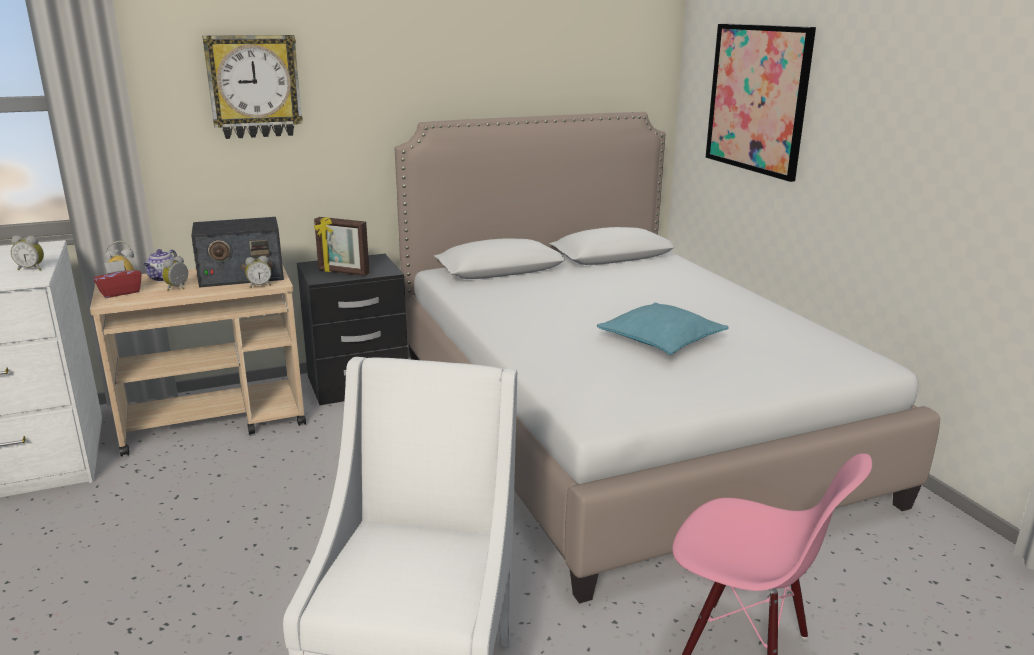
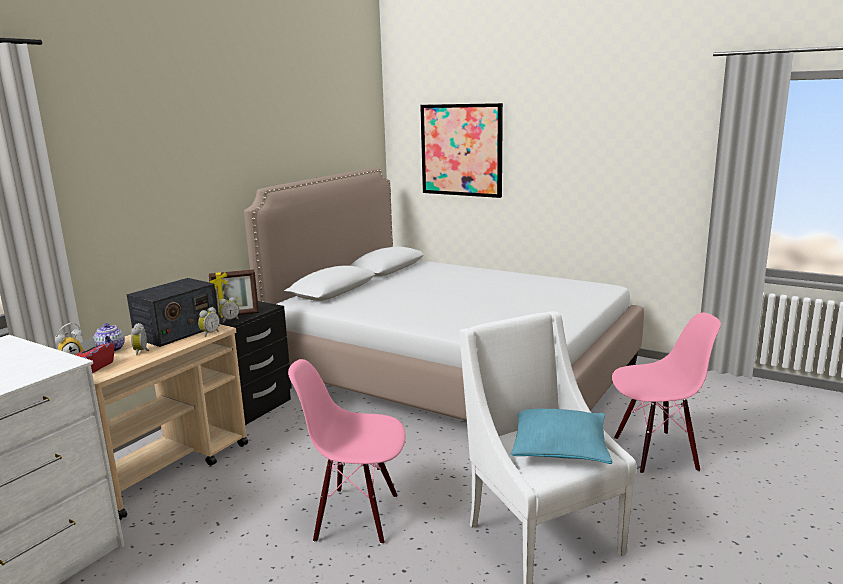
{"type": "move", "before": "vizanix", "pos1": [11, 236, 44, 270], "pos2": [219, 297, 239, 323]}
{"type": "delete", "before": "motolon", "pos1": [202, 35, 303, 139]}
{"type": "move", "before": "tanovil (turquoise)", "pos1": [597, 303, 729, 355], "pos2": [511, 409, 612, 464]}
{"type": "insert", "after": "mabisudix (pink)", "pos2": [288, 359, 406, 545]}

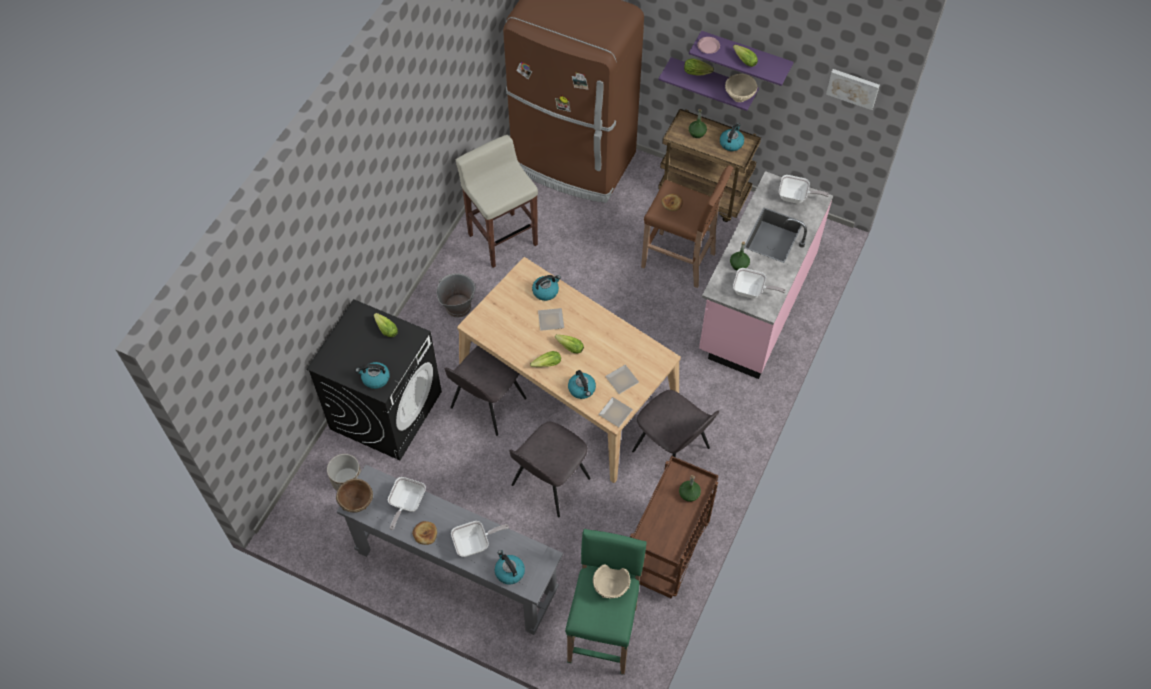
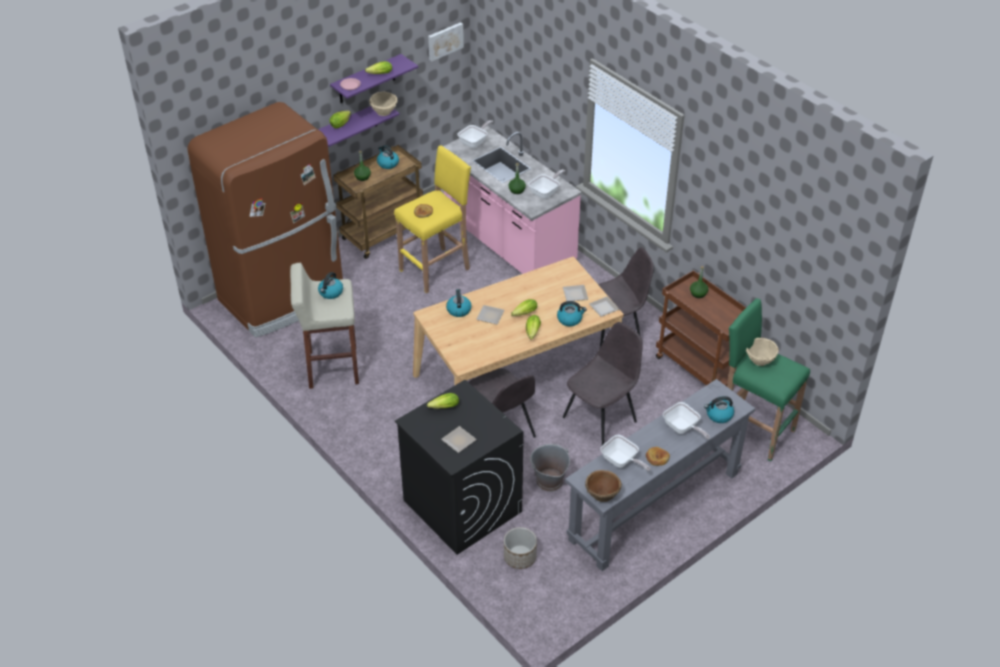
{"type": "move", "before": "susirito", "pos1": [356, 362, 390, 389], "pos2": [318, 272, 343, 299]}
{"type": "move", "before": "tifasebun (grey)", "pos1": [437, 273, 476, 318], "pos2": [530, 444, 570, 492]}
{"type": "rotate", "before": "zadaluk", "pos1": [451, 521, 509, 557], "pos2": [663, 402, 710, 439], "turn": 135}
{"type": "rotate", "before": "mabisudix (grey)", "pos1": [509, 421, 590, 517], "pos2": [563, 322, 643, 445], "turn": -105}
{"type": "recolor", "before": "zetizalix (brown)", "after": "zetizalix (yellow)", "pos1": [641, 165, 733, 288], "pos2": [394, 145, 471, 294]}
{"type": "insert", "after": "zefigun", "pos2": [441, 426, 477, 453]}

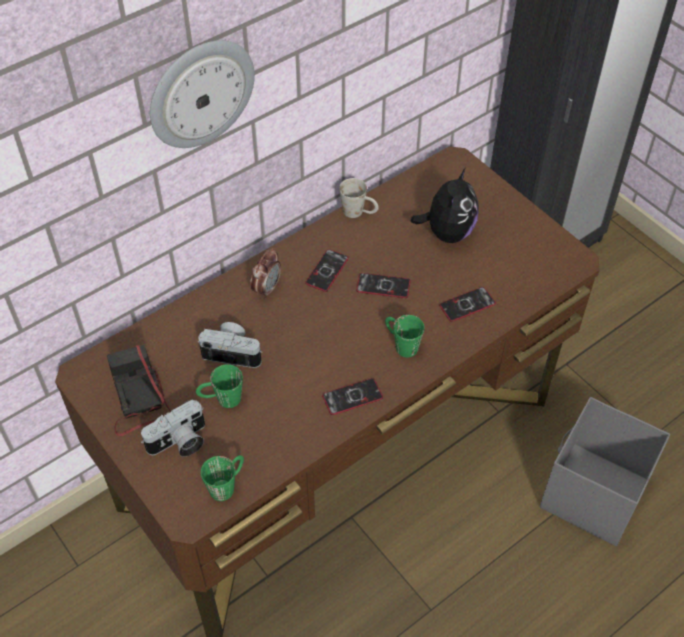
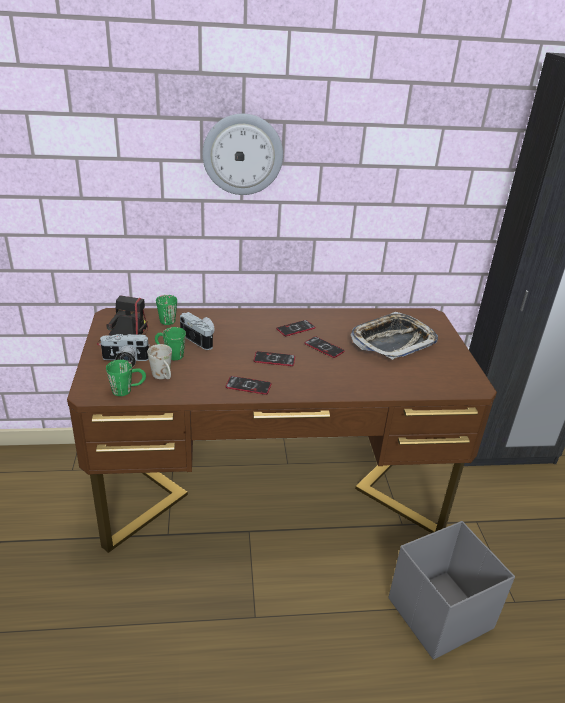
{"type": "delete", "before": "vizanix", "pos1": [250, 248, 281, 299]}
{"type": "move", "before": "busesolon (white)", "pos1": [339, 178, 379, 218], "pos2": [147, 344, 172, 379]}
{"type": "move", "before": "busesolon (green)", "pos1": [385, 315, 424, 357], "pos2": [156, 295, 177, 325]}
{"type": "replace", "before": "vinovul", "after": "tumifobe", "pos1": [411, 167, 479, 243], "pos2": [351, 312, 438, 360]}
{"type": "move", "before": "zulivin", "pos1": [439, 287, 496, 322], "pos2": [254, 351, 295, 366]}

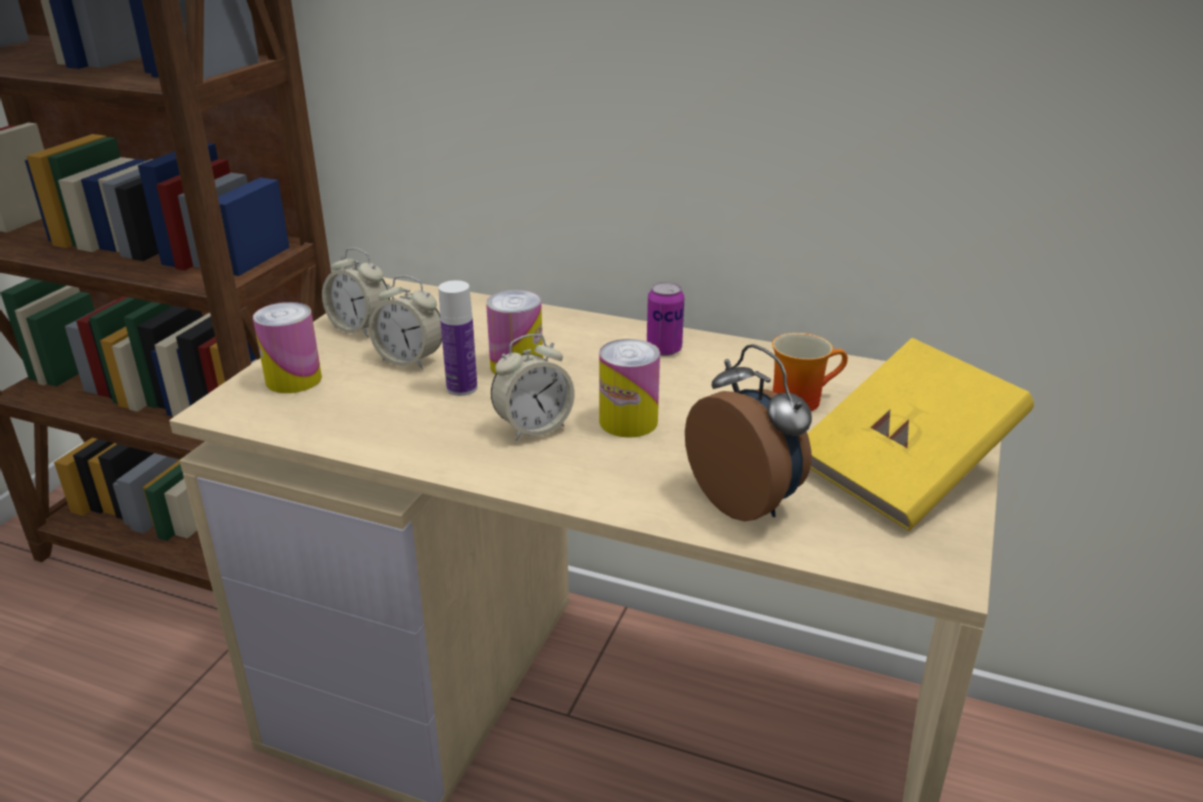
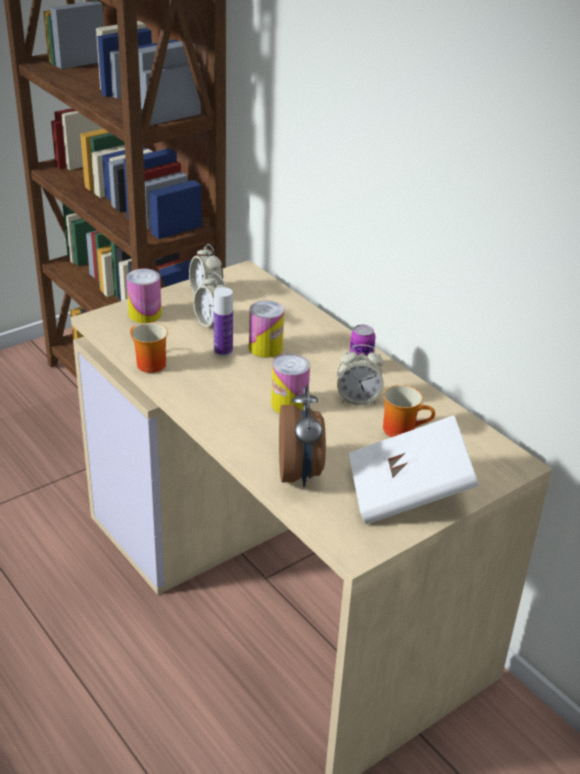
{"type": "move", "before": "vizanix", "pos1": [491, 334, 574, 441], "pos2": [337, 345, 384, 405]}
{"type": "recolor", "before": "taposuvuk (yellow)", "after": "taposuvuk (white)", "pos1": [807, 338, 1034, 531], "pos2": [348, 415, 479, 524]}
{"type": "insert", "after": "busesolon", "pos2": [130, 323, 168, 373]}

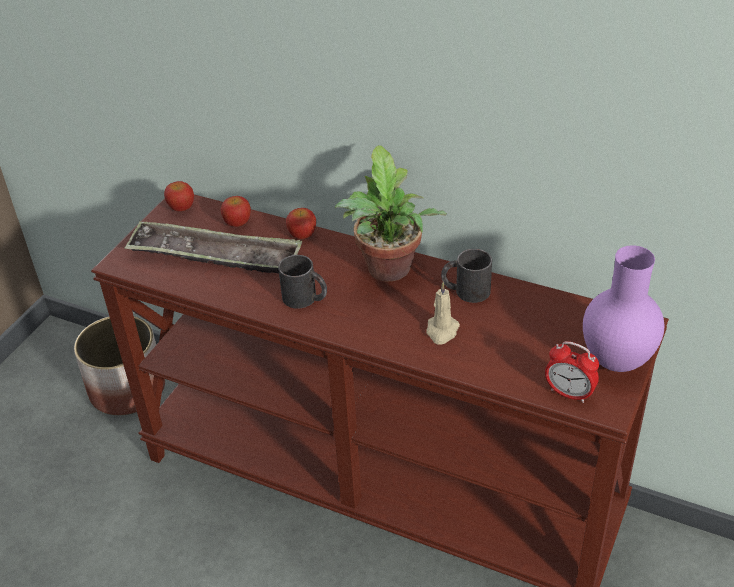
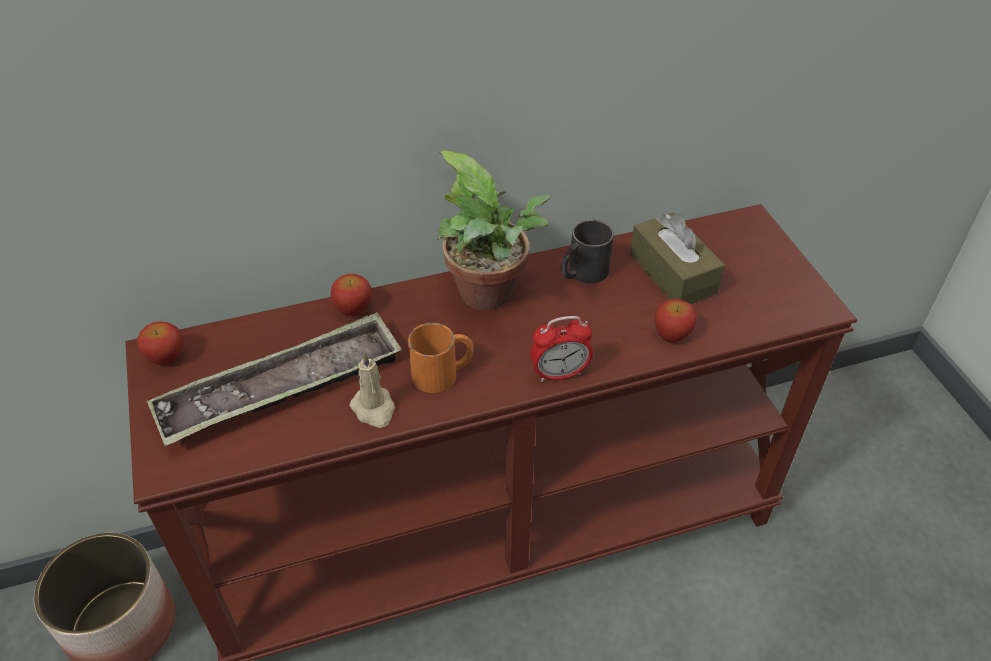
{"type": "move", "before": "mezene", "pos1": [221, 196, 251, 227], "pos2": [654, 299, 697, 342]}
{"type": "recolor", "before": "busesolon (black)", "after": "busesolon (orange)", "pos1": [278, 255, 327, 309], "pos2": [408, 323, 474, 393]}
{"type": "move", "before": "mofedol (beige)", "pos1": [426, 282, 460, 345], "pos2": [349, 352, 395, 428]}
{"type": "move", "before": "vizanix", "pos1": [545, 341, 599, 403], "pos2": [530, 316, 593, 382]}
{"type": "delete", "before": "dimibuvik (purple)", "pos1": [583, 245, 664, 372]}
{"type": "insert", "after": "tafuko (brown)", "pos2": [630, 212, 725, 304]}

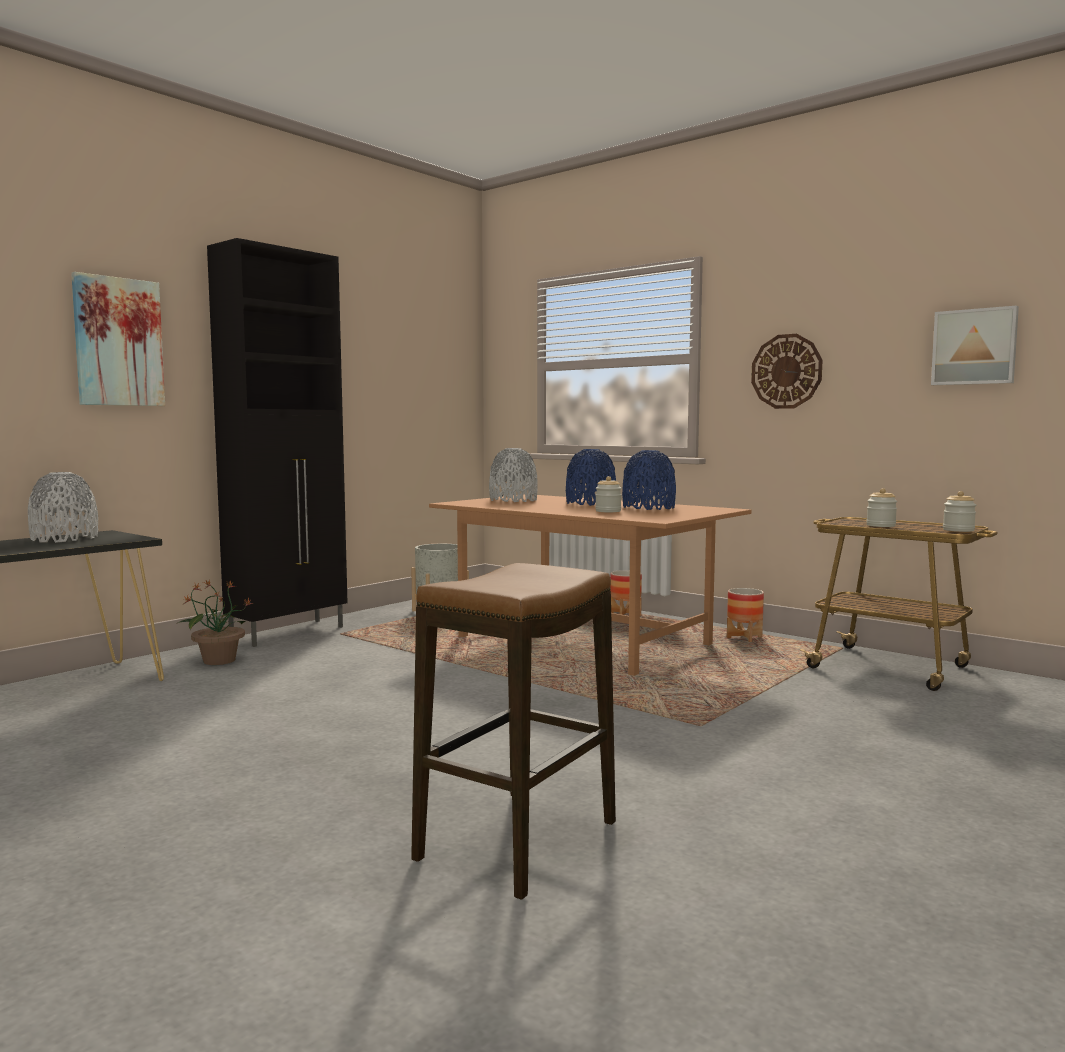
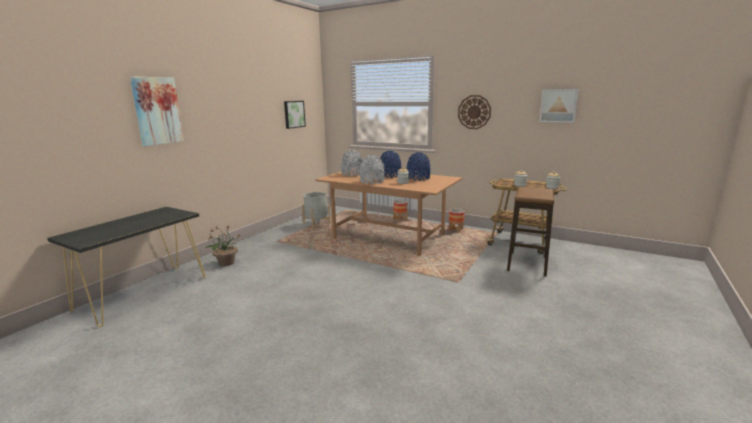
{"type": "move", "before": "dimibuvik (grey)", "pos1": [28, 472, 98, 543], "pos2": [360, 155, 385, 184]}
{"type": "delete", "before": "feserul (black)", "pos1": [207, 238, 348, 647]}
{"type": "move", "before": "zetizalix", "pos1": [411, 563, 616, 900], "pos2": [507, 187, 554, 277]}
{"type": "insert", "after": "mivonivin", "pos2": [284, 101, 306, 129]}

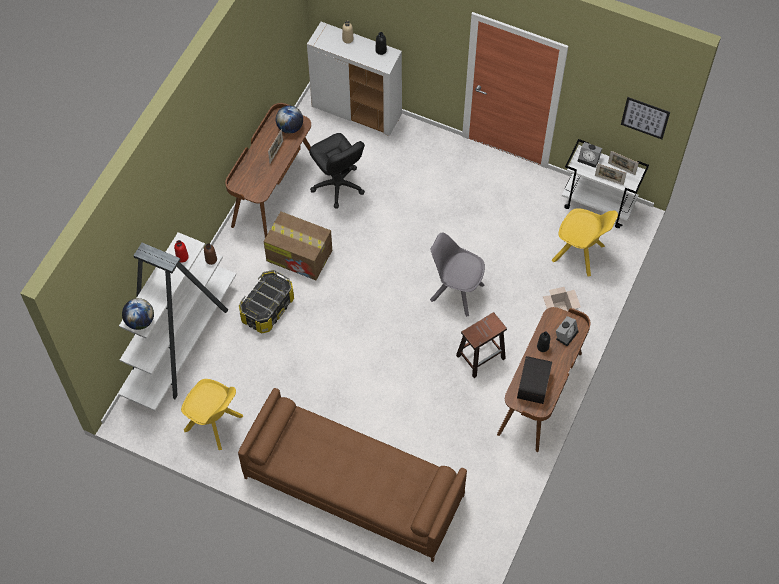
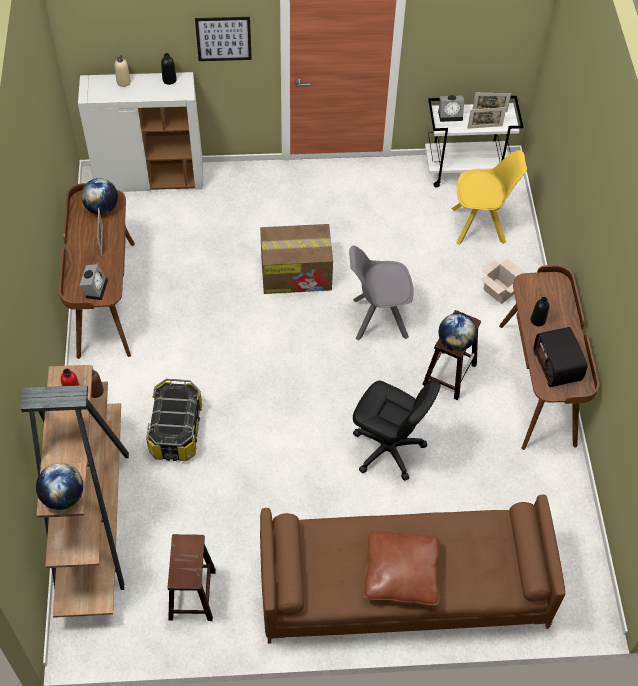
{"type": "recolor", "before": "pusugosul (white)", "after": "pusugosul (brown)", "pos1": [119, 232, 236, 411], "pos2": [21, 365, 129, 618]}
{"type": "replace", "before": "mabisudix (yellow)", "after": "zetizalix (brown)", "pos1": [181, 379, 243, 450], "pos2": [168, 534, 216, 621]}
{"type": "move", "before": "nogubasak", "pos1": [264, 212, 332, 280], "pos2": [260, 224, 333, 294]}
{"type": "move", "before": "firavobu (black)", "pos1": [309, 133, 365, 208], "pos2": [353, 379, 441, 481]}
{"type": "move", "before": "vizanix", "pos1": [556, 316, 578, 346], "pos2": [79, 264, 108, 300]}
{"type": "move", "before": "mivonivin", "pos1": [621, 97, 670, 139], "pos2": [195, 17, 252, 61]}
{"type": "insert", "after": "tanovil (brown)", "pos2": [363, 531, 441, 606]}
{"type": "insert", "after": "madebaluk", "pos2": [439, 313, 477, 351]}

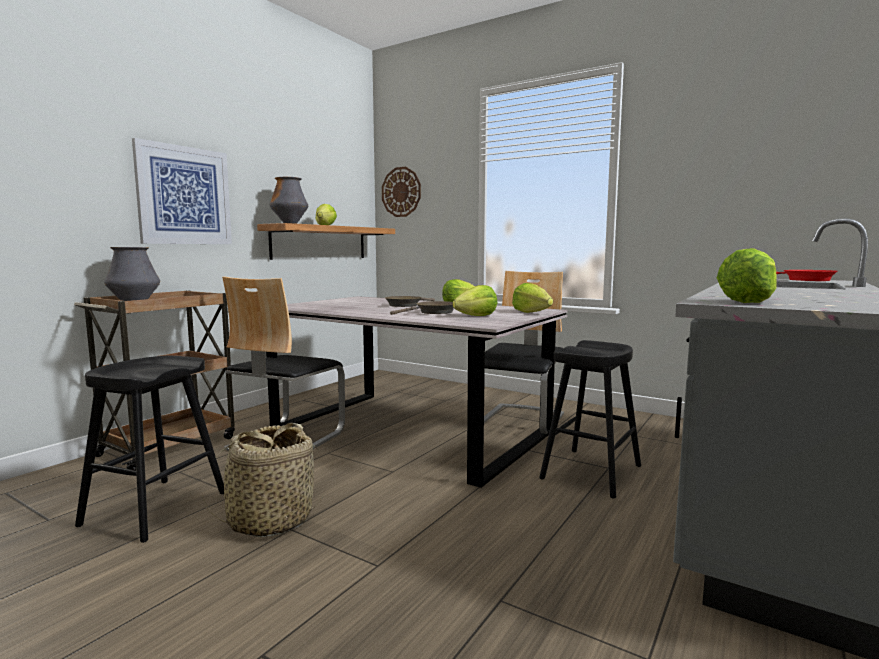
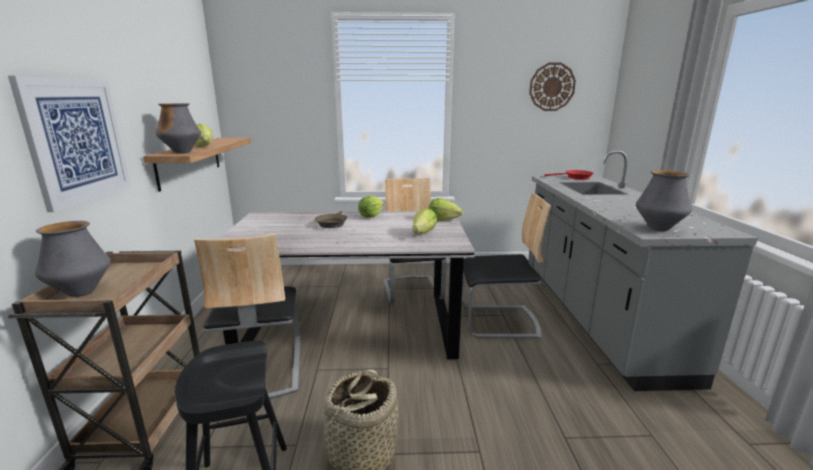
{"type": "move", "before": "motolon", "pos1": [382, 167, 421, 217], "pos2": [529, 63, 576, 111]}
{"type": "delete", "before": "zadaluk (brown)", "pos1": [390, 301, 454, 315]}
{"type": "replace", "before": "zetizalix (black)", "after": "mabisudix", "pos1": [539, 340, 641, 499], "pos2": [462, 193, 551, 338]}
{"type": "replace", "before": "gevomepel", "after": "dimibuvik", "pos1": [717, 248, 777, 303], "pos2": [636, 170, 692, 232]}

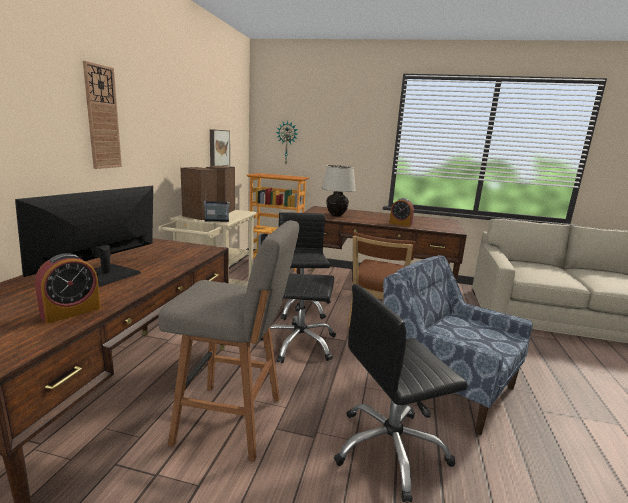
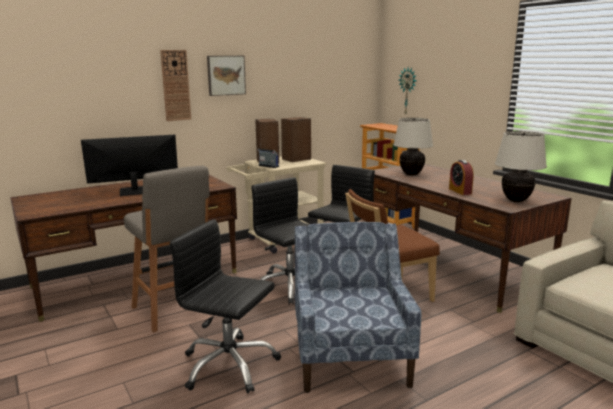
{"type": "delete", "before": "vizanix", "pos1": [35, 253, 101, 324]}
{"type": "move", "before": "mivonivin", "pos1": [210, 129, 230, 166], "pos2": [207, 56, 246, 96]}
{"type": "insert", "after": "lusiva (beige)", "pos2": [495, 131, 547, 202]}

